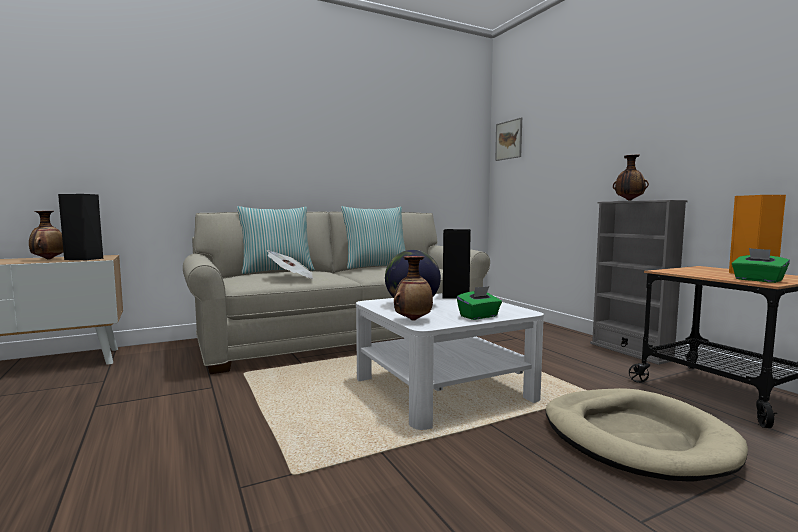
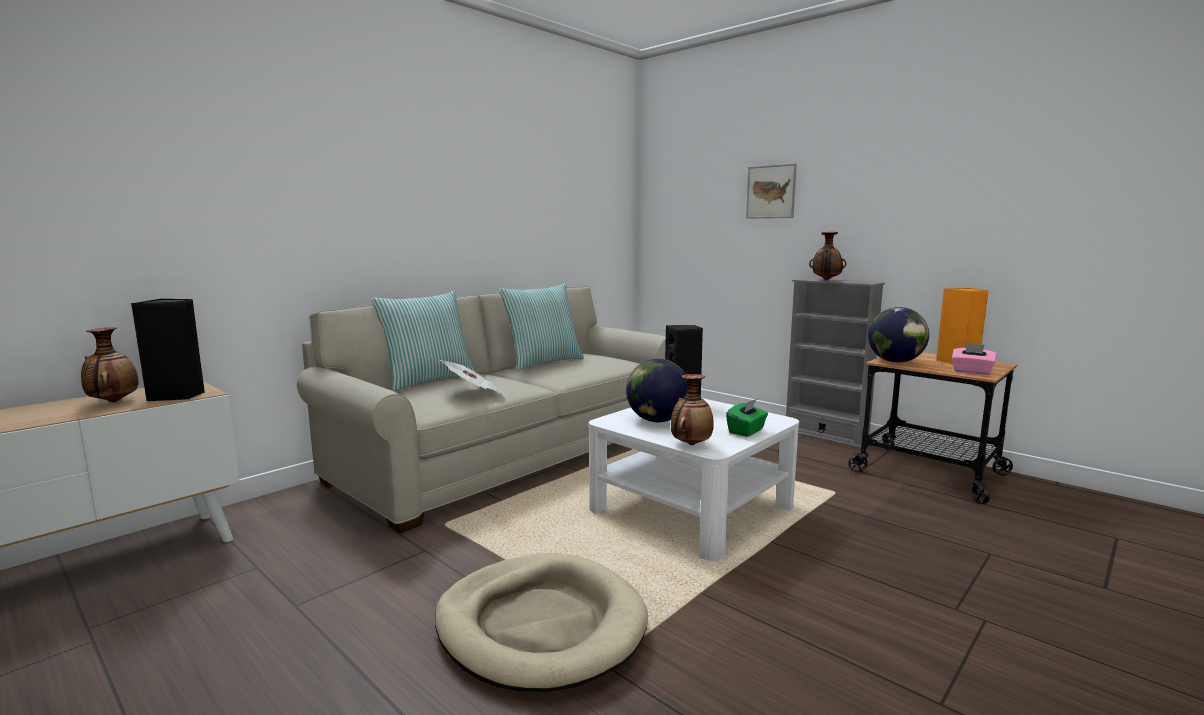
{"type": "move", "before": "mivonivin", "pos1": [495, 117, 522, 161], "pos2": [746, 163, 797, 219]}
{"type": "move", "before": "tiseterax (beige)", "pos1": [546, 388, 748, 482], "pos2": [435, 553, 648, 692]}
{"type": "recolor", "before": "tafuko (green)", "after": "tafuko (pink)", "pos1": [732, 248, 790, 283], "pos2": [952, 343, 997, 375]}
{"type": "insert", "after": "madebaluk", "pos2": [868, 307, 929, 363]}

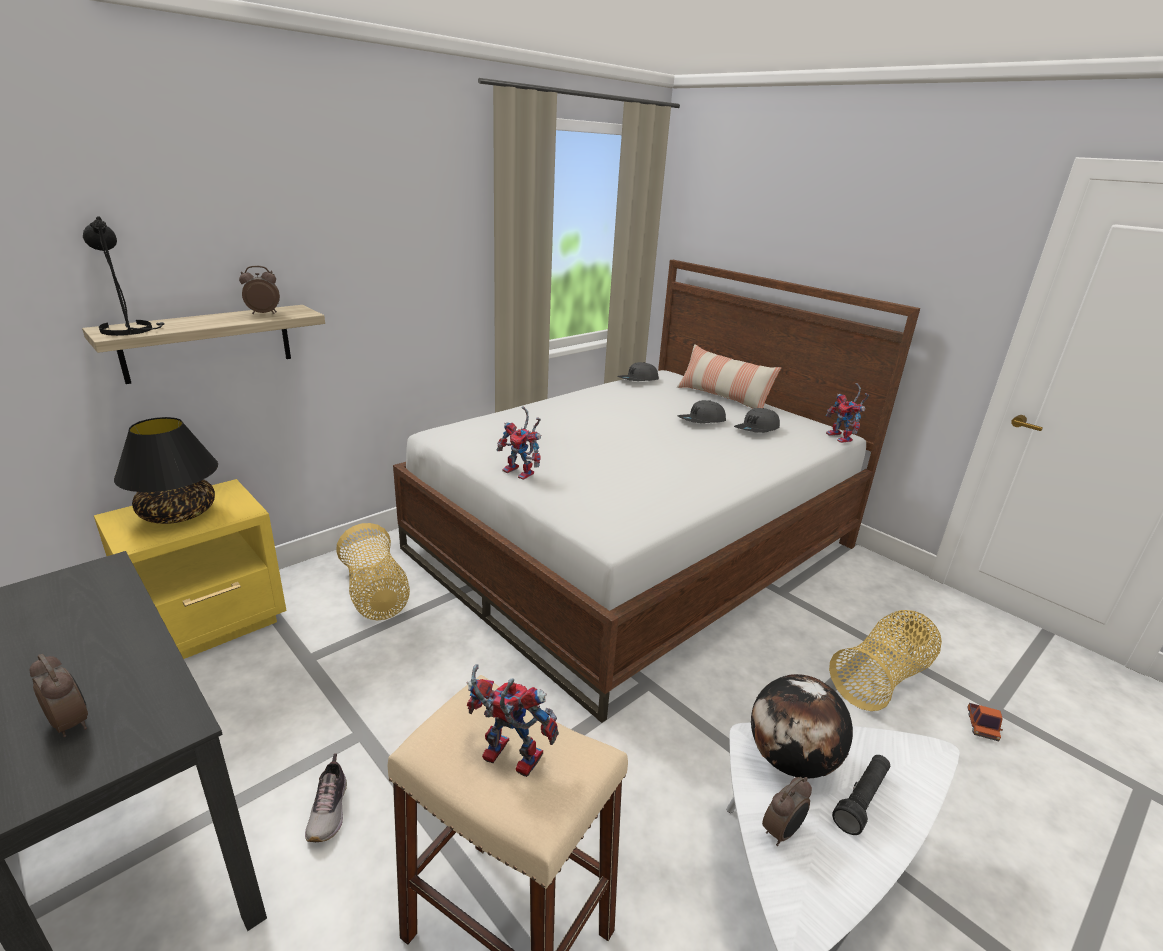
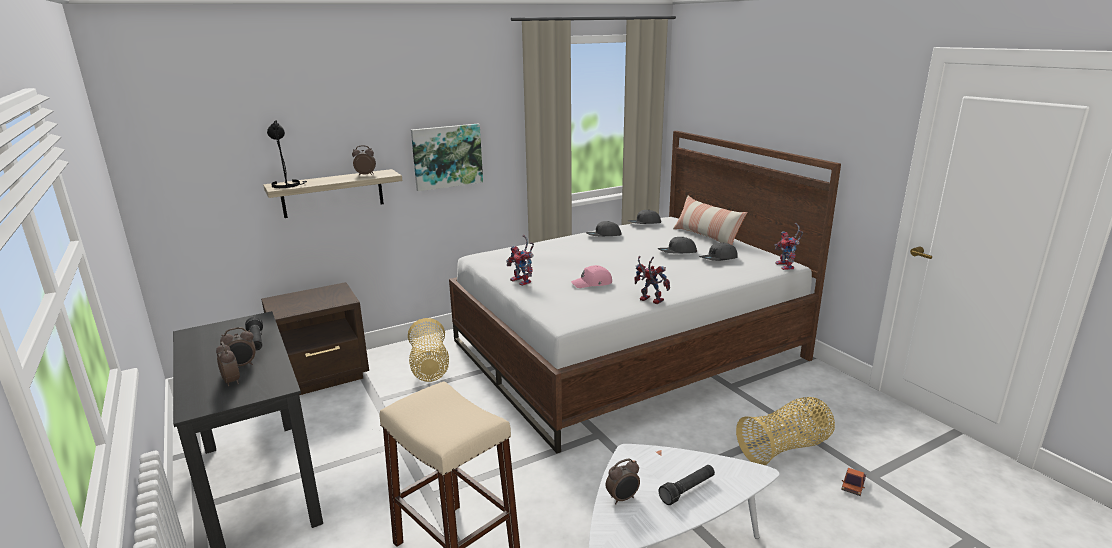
{"type": "recolor", "before": "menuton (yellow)", "after": "menuton (brown)", "pos1": [94, 479, 286, 659], "pos2": [261, 282, 369, 395]}
{"type": "delete", "before": "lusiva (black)", "pos1": [114, 417, 218, 524]}
{"type": "delete", "before": "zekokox", "pos1": [305, 754, 347, 842]}
{"type": "move", "before": "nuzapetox", "pos1": [467, 664, 559, 777], "pos2": [634, 256, 670, 304]}
{"type": "delete", "before": "madebaluk", "pos1": [751, 674, 853, 778]}
{"type": "insert", "after": "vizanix", "pos2": [220, 327, 256, 366]}
{"type": "insert", "after": "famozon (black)", "pos2": [245, 317, 263, 350]}
{"type": "insert", "after": "mivonivin", "pos2": [411, 124, 483, 191]}
{"type": "insert", "after": "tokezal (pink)", "pos2": [571, 265, 612, 288]}
{"type": "insert", "after": "tokezal (grey)", "pos2": [586, 221, 622, 236]}

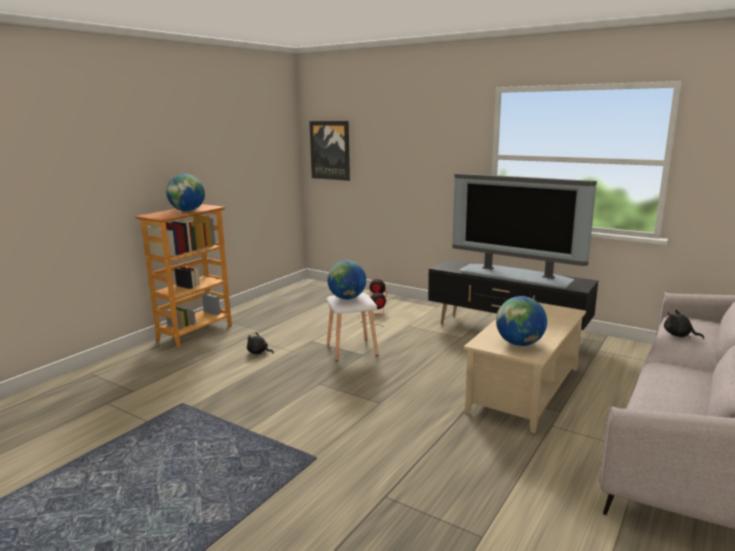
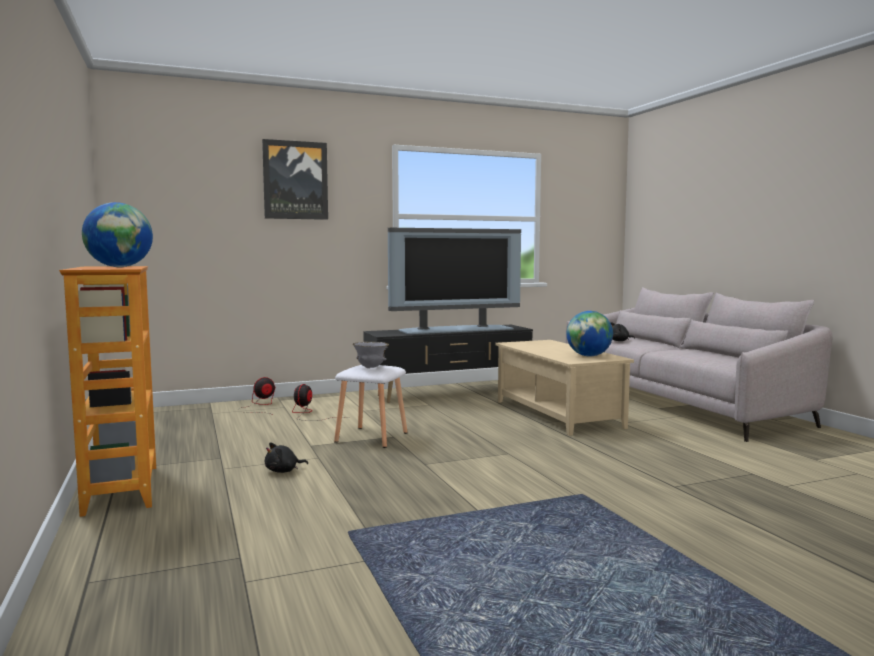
{"type": "move", "before": "mivonivin", "pos1": [309, 121, 350, 181], "pos2": [262, 139, 328, 220]}
{"type": "replace", "before": "madebaluk", "after": "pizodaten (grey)", "pos1": [327, 260, 366, 299], "pos2": [353, 342, 389, 368]}

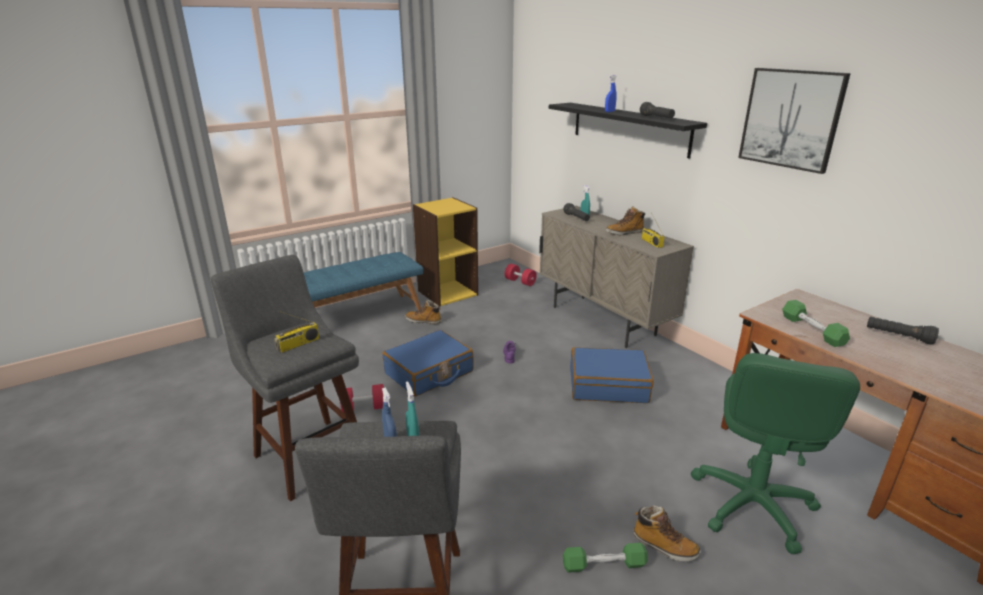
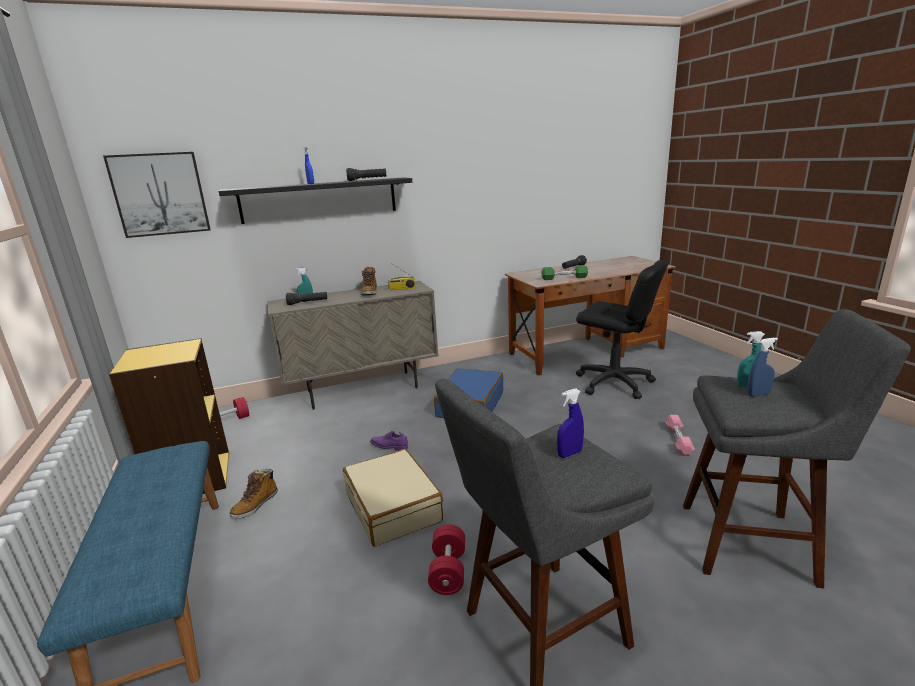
{"type": "replace", "before": "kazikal", "after": "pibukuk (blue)", "pos1": [274, 311, 320, 353], "pos2": [557, 388, 584, 458]}
{"type": "recolor", "before": "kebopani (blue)", "after": "kebopani (beige)", "pos1": [382, 330, 474, 397], "pos2": [343, 449, 443, 547]}
{"type": "recolor", "before": "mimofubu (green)", "after": "mimofubu (pink)", "pos1": [563, 543, 648, 573], "pos2": [665, 415, 695, 456]}
{"type": "delete", "before": "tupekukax", "pos1": [633, 505, 701, 561]}
{"type": "recolor", "before": "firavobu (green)", "after": "firavobu (black)", "pos1": [691, 353, 860, 554], "pos2": [576, 260, 668, 399]}
{"type": "move", "before": "mivonivin", "pos1": [738, 68, 851, 174], "pos2": [103, 152, 211, 238]}

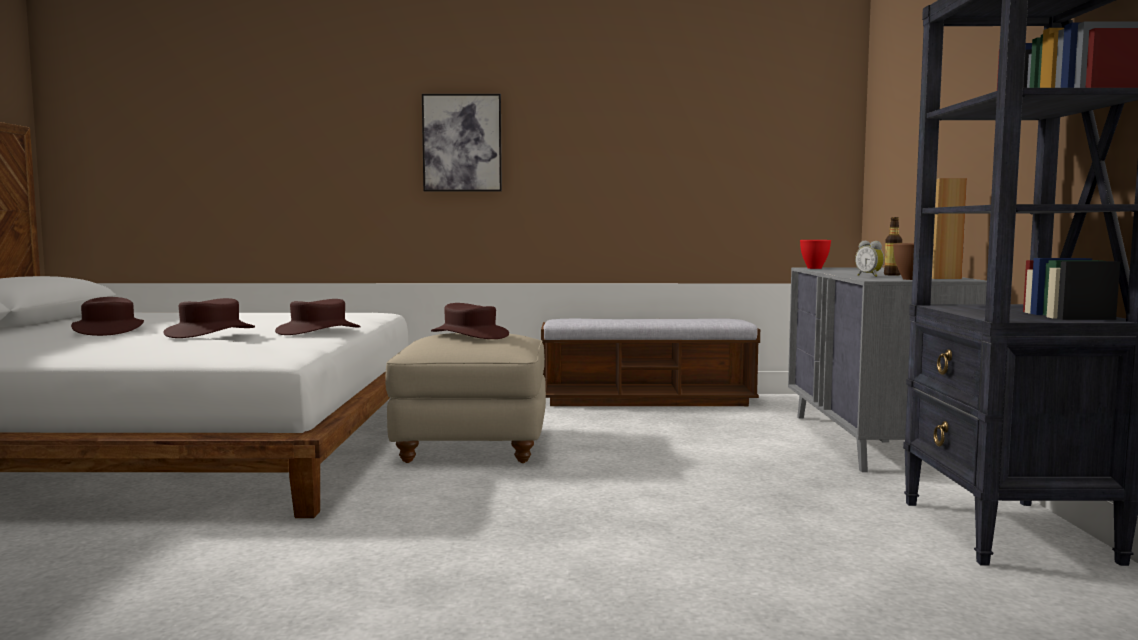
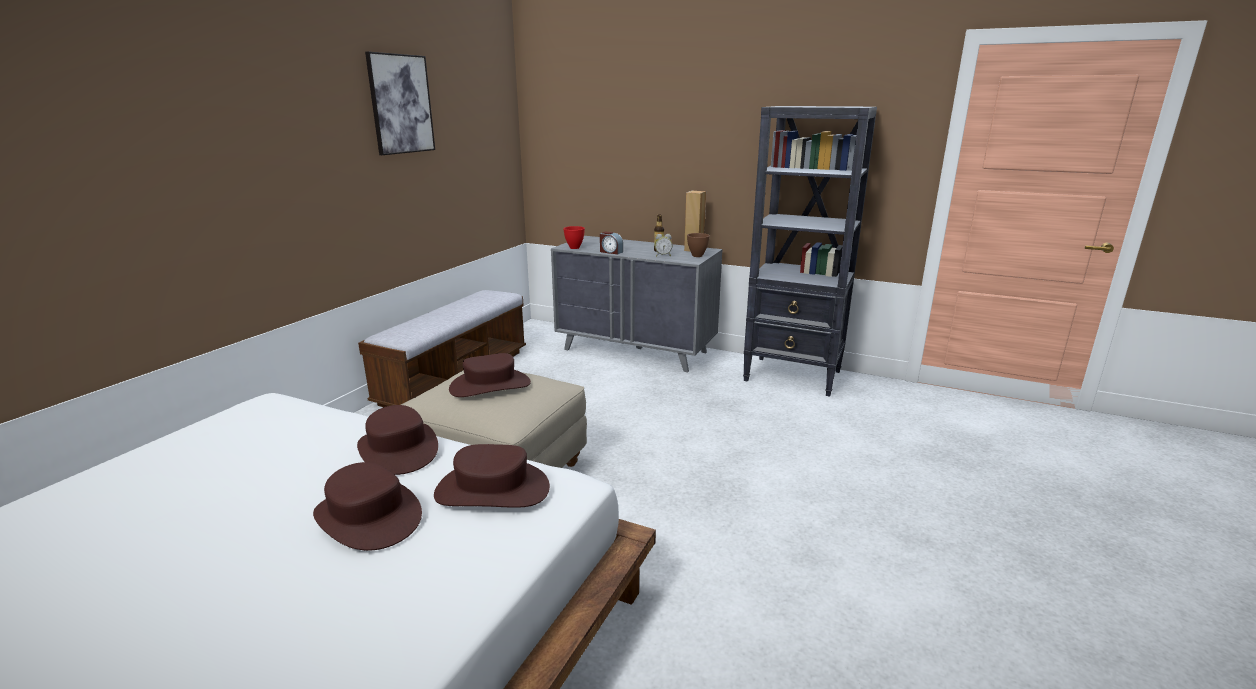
{"type": "move", "before": "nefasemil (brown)", "pos1": [71, 297, 144, 336], "pos2": [434, 444, 550, 508]}
{"type": "move", "before": "mivonivin", "pos1": [422, 94, 502, 191], "pos2": [365, 51, 435, 155]}
{"type": "insert", "after": "vizanix", "pos2": [600, 231, 623, 254]}

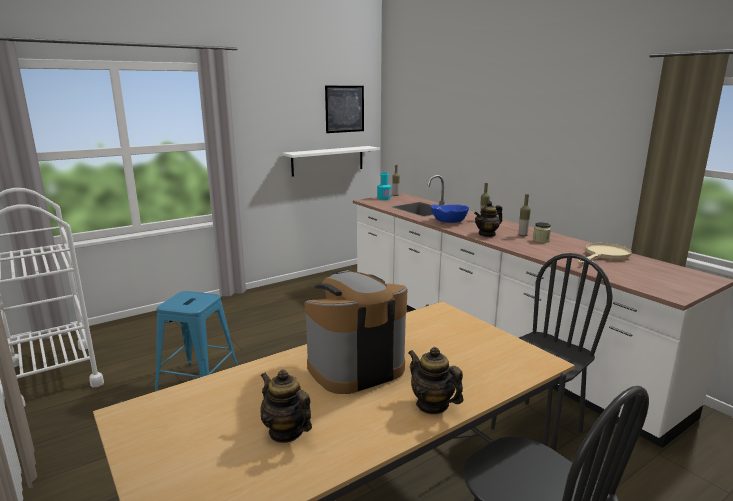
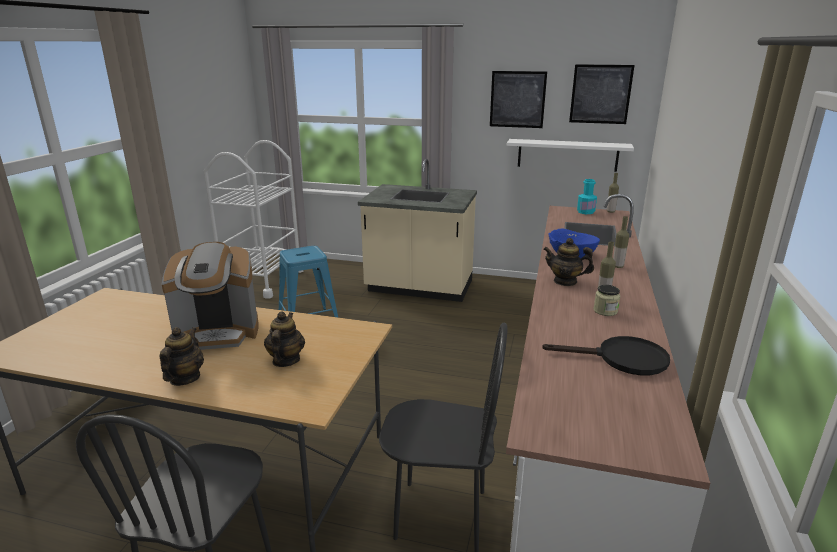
{"type": "move", "before": "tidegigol", "pos1": [260, 370, 312, 443], "pos2": [264, 311, 305, 367]}
{"type": "rotate", "before": "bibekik", "pos1": [304, 270, 407, 394], "pos2": [162, 242, 259, 350], "turn": 150}
{"type": "recolor", "before": "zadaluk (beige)", "after": "zadaluk (black)", "pos1": [578, 243, 632, 264], "pos2": [542, 336, 670, 375]}
{"type": "insert", "after": "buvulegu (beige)", "pos2": [358, 159, 477, 302]}
{"type": "insert", "after": "mivonivin", "pos2": [490, 71, 547, 128]}

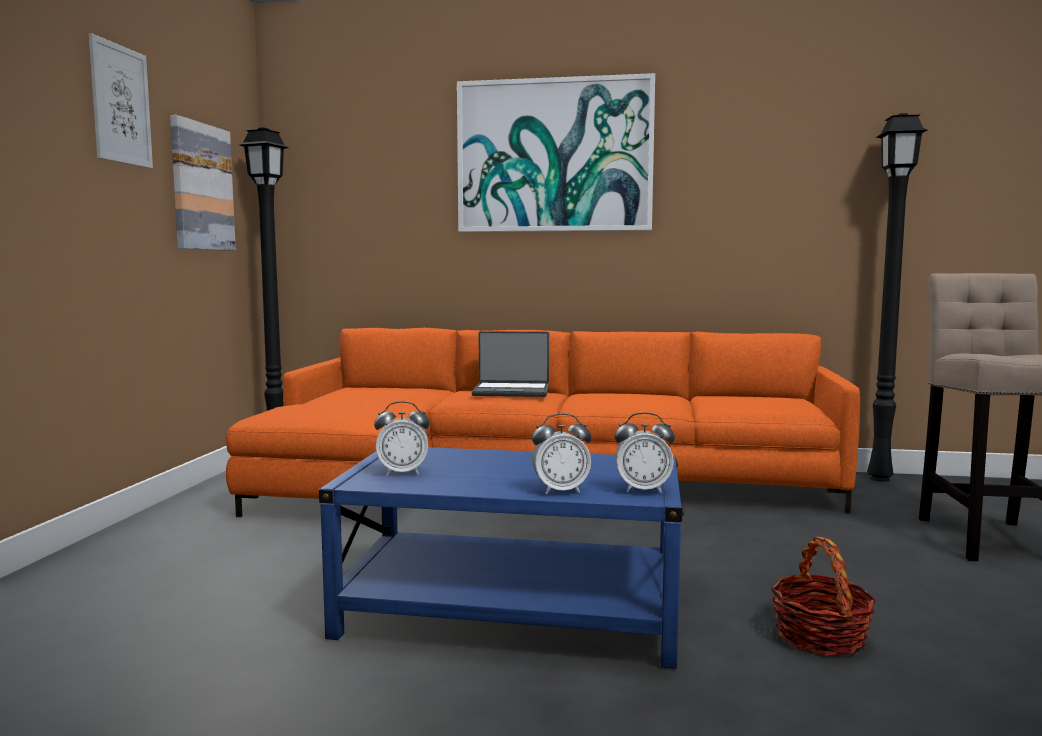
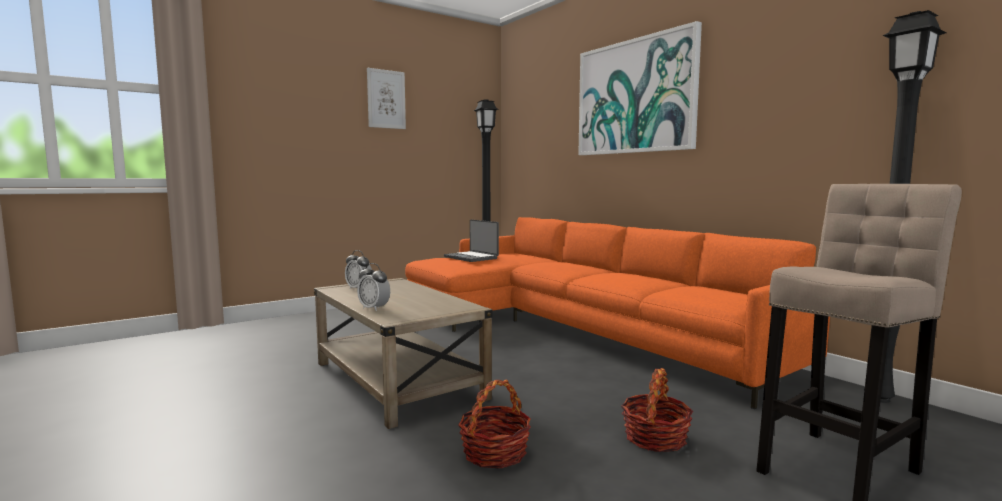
{"type": "delete", "before": "mivonivin", "pos1": [170, 115, 236, 251]}
{"type": "recolor", "before": "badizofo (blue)", "after": "badizofo (beige)", "pos1": [319, 447, 685, 669], "pos2": [314, 278, 492, 429]}
{"type": "move", "before": "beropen", "pos1": [472, 331, 549, 397], "pos2": [444, 220, 499, 262]}
{"type": "delete", "before": "vizanix", "pos1": [615, 412, 675, 493]}
{"type": "insert", "after": "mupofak", "pos2": [621, 368, 693, 452]}

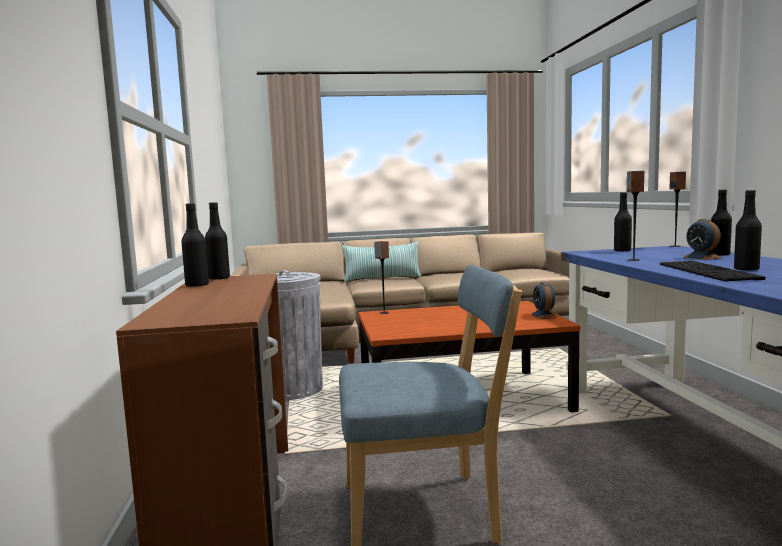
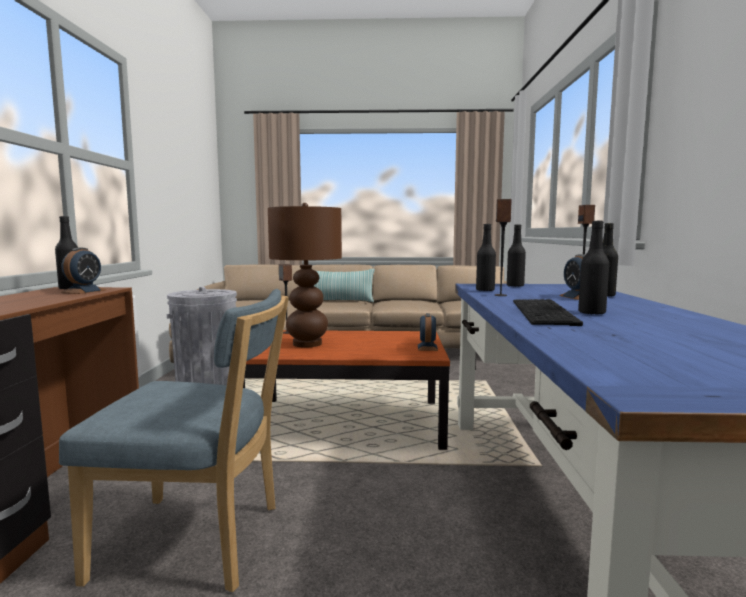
{"type": "move", "before": "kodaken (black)", "pos1": [181, 203, 209, 287], "pos2": [476, 224, 496, 291]}
{"type": "insert", "after": "vizanix", "pos2": [61, 248, 105, 294]}
{"type": "insert", "after": "lusiva (brown)", "pos2": [268, 203, 342, 348]}

